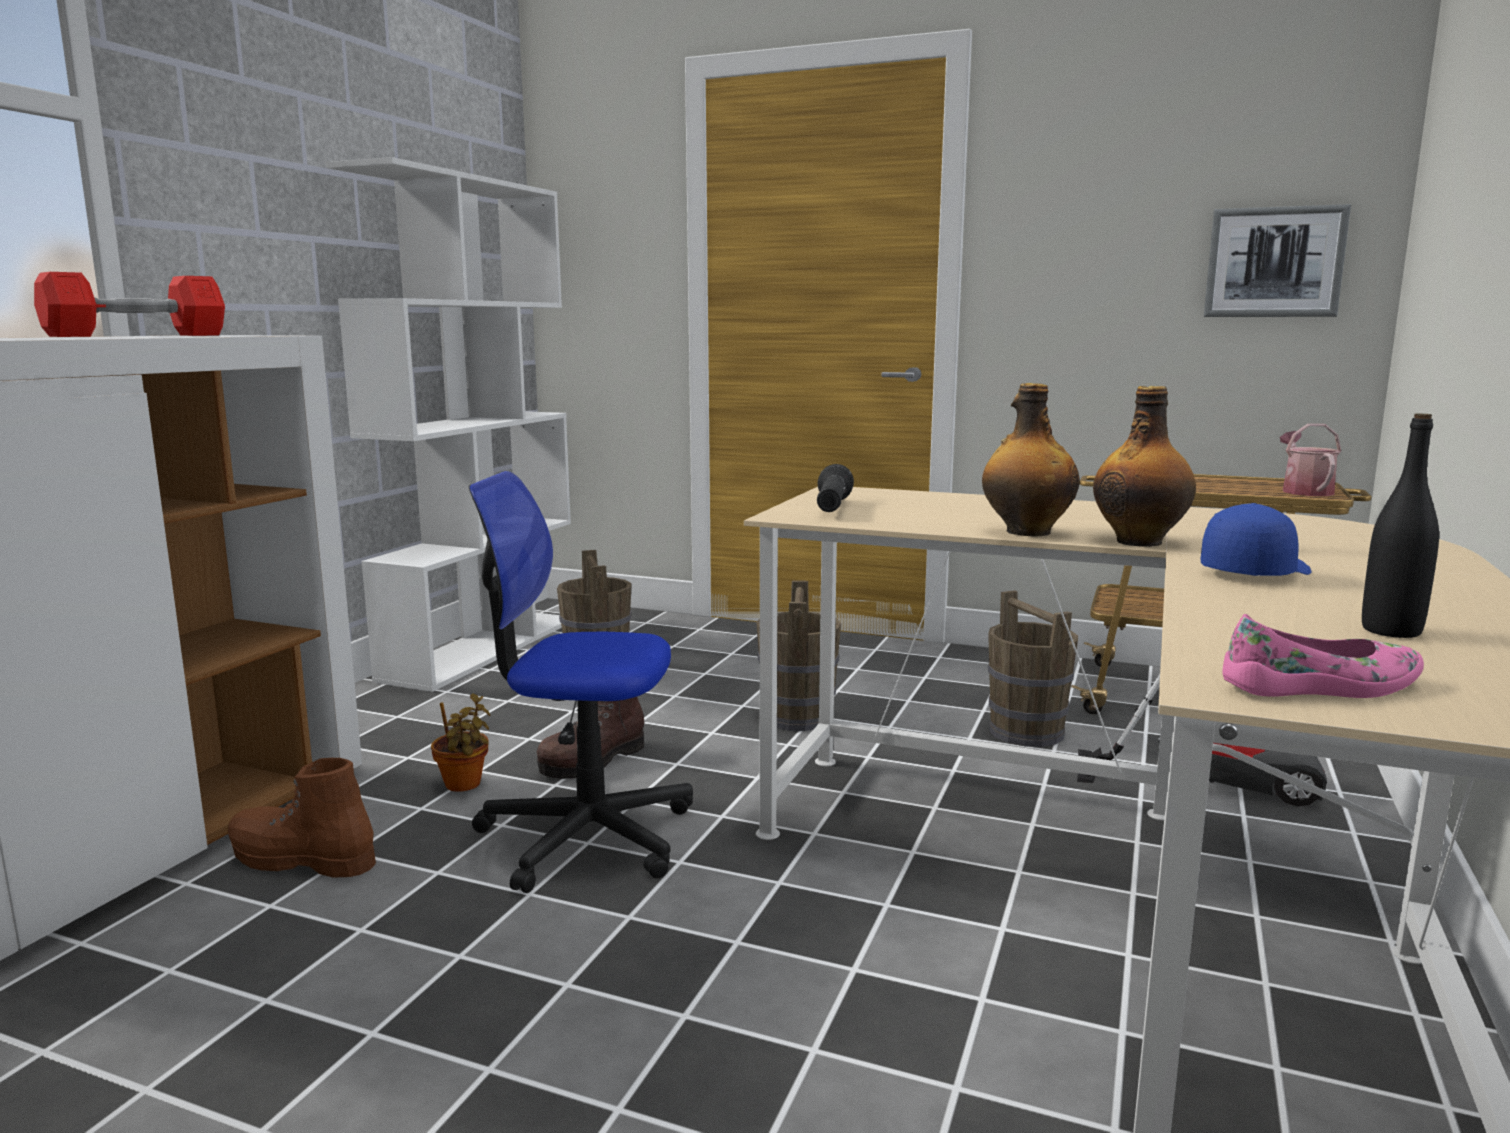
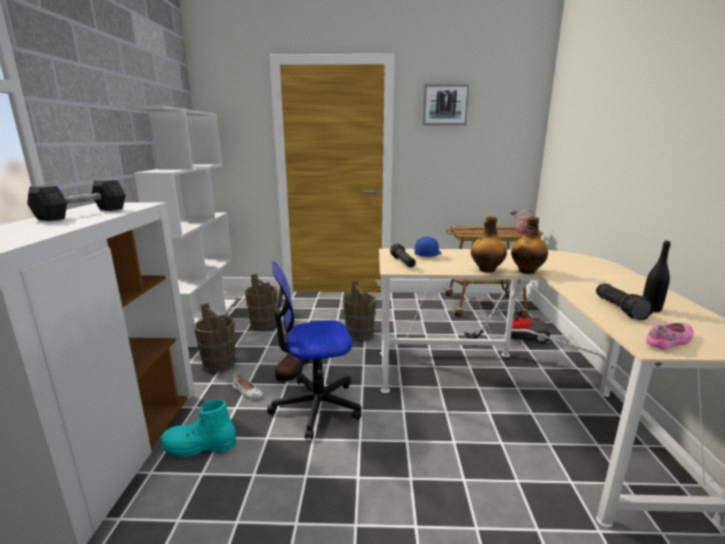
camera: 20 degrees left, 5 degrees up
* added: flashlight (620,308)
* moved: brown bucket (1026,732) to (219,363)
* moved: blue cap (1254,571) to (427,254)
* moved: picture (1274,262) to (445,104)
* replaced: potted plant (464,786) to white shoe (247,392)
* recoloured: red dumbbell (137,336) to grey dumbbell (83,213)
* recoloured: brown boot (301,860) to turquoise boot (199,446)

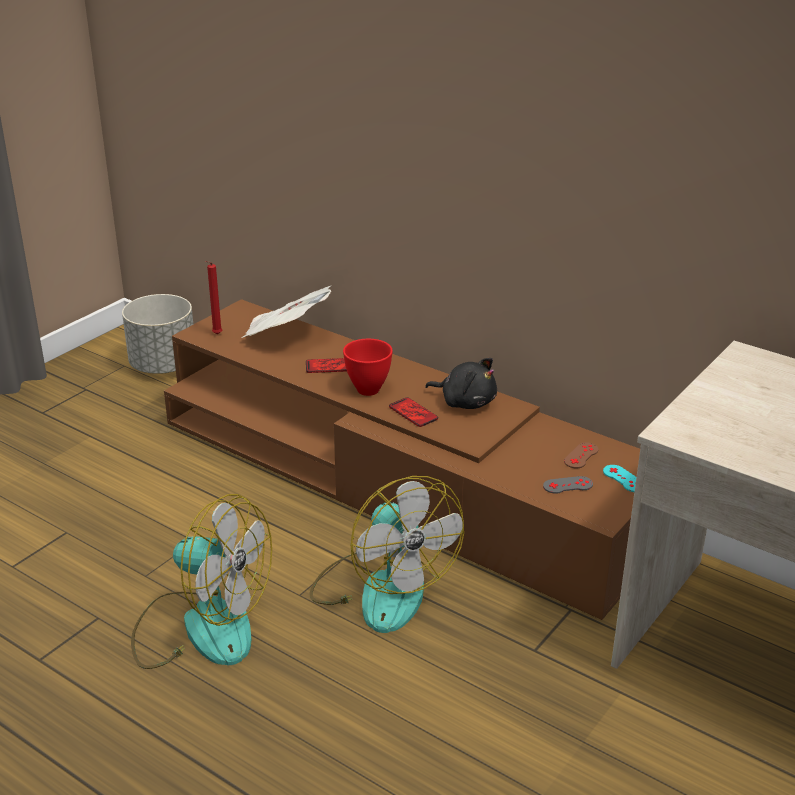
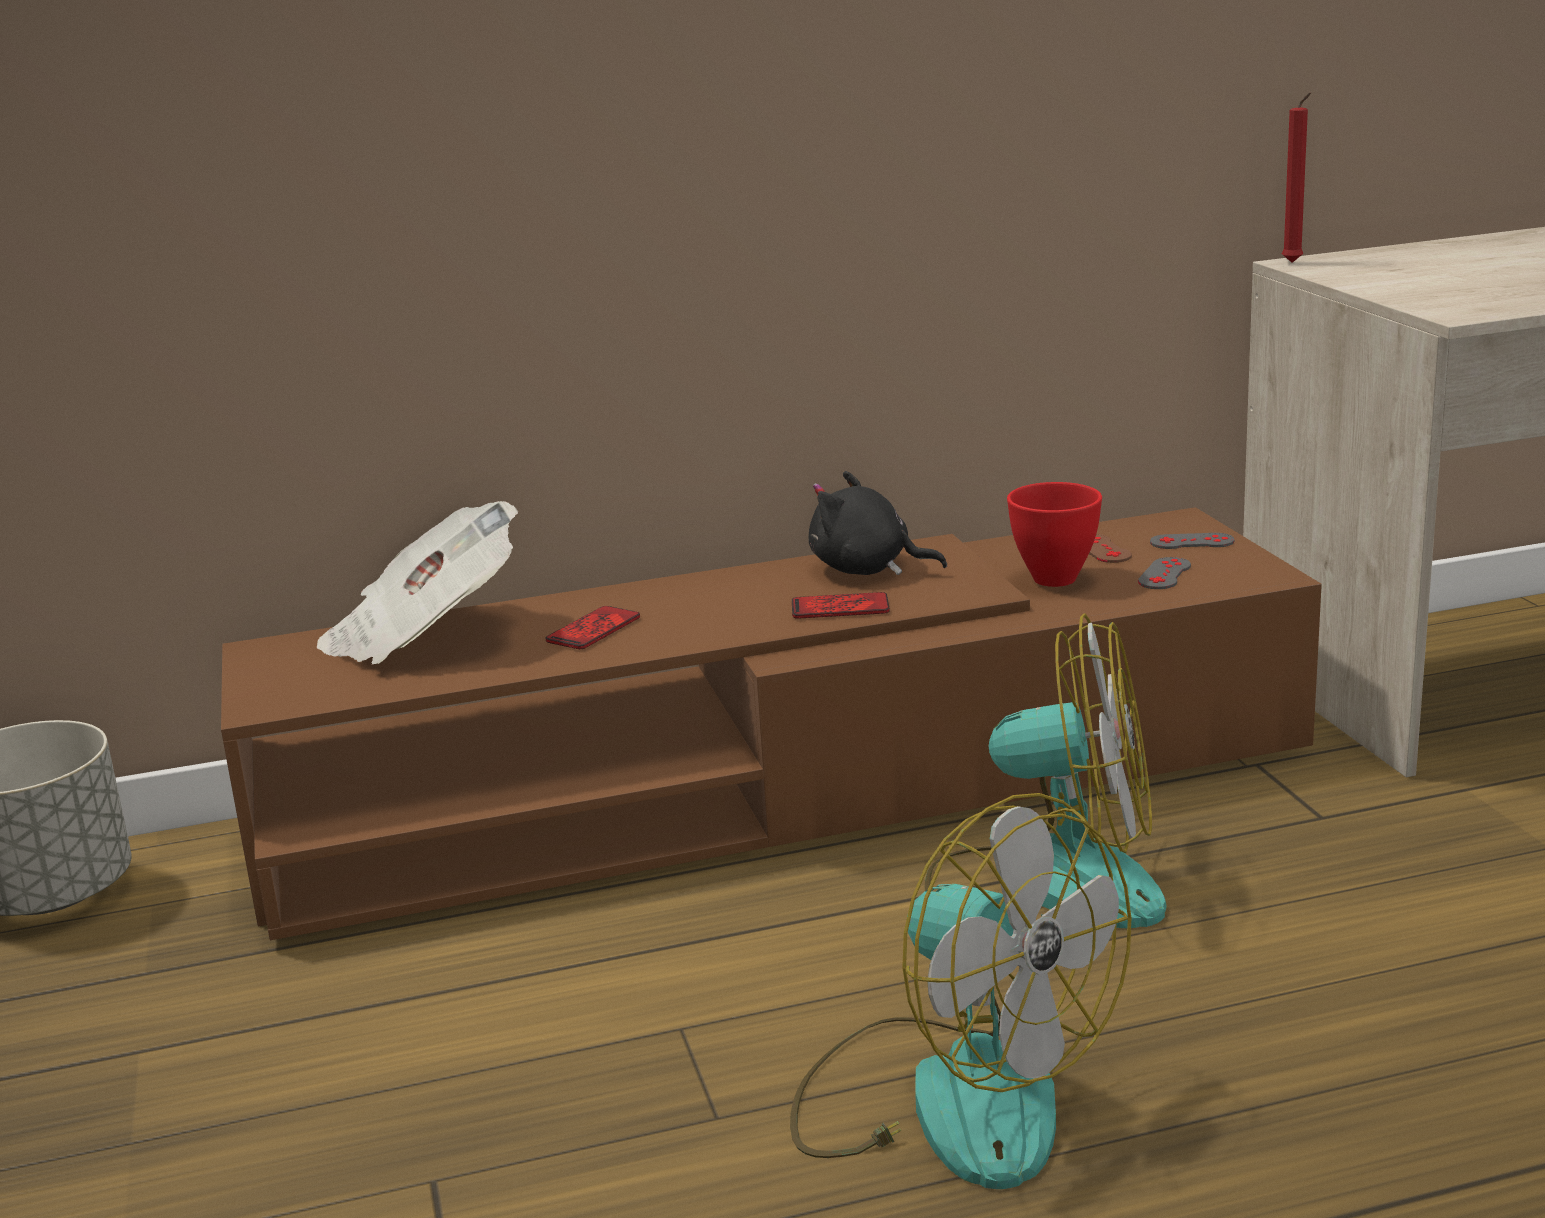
camera: 50 degrees left, 10 degrees down
* moved: red candle (216,335) to (1294,263)
* moved: red bowl (369,390) to (1057,579)
* recoloured: turquoise game controller (624,479) to grey game controller (1192,542)
* turned: fan (201,626) = (950,1096) 75 degrees clockwise
* turned: black plush toy (465,402) = (867,569) 135 degrees counterclockwise

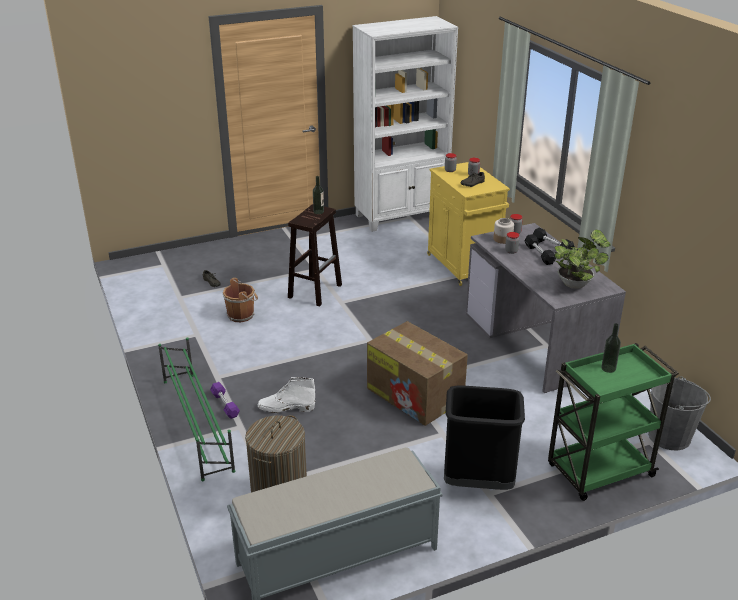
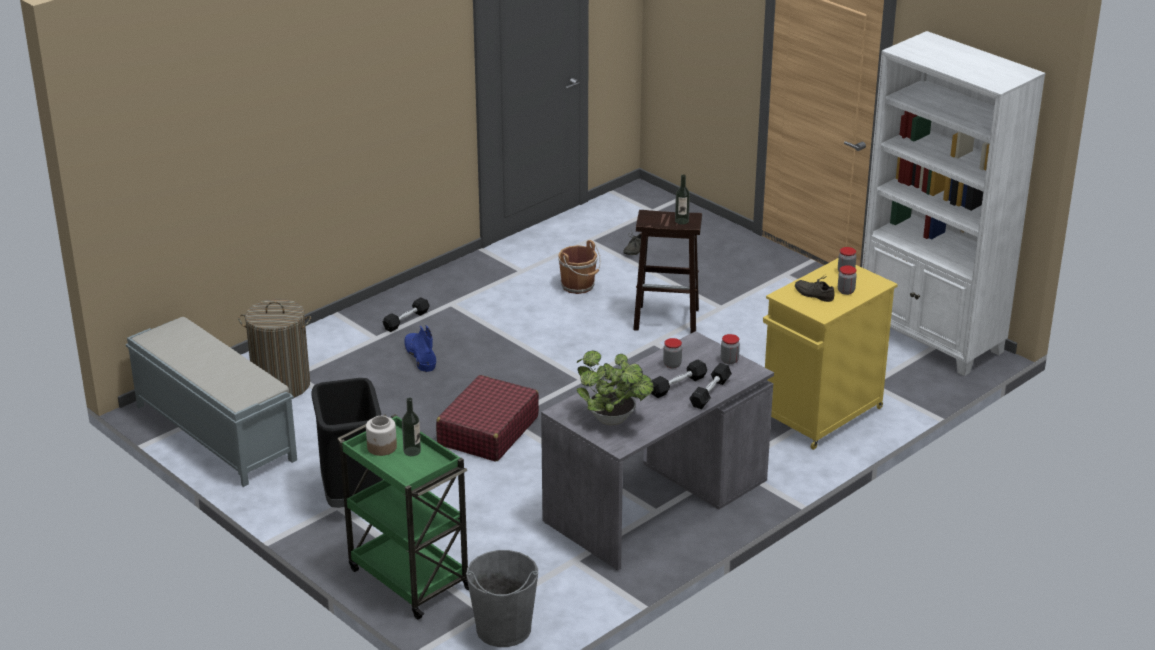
camera: 70 degrees right, 0 degrees up
* removed: green shoe rack (197,423)
* moved: jar (503,239) to (382,447)
* replaced: cardboard box (416,395) to red suitcase (487,431)
* recoloured: purple dumbbell (225,405) to black dumbbell (406,320)
* recoloured: white boot (286,408) to blue boot (420,355)

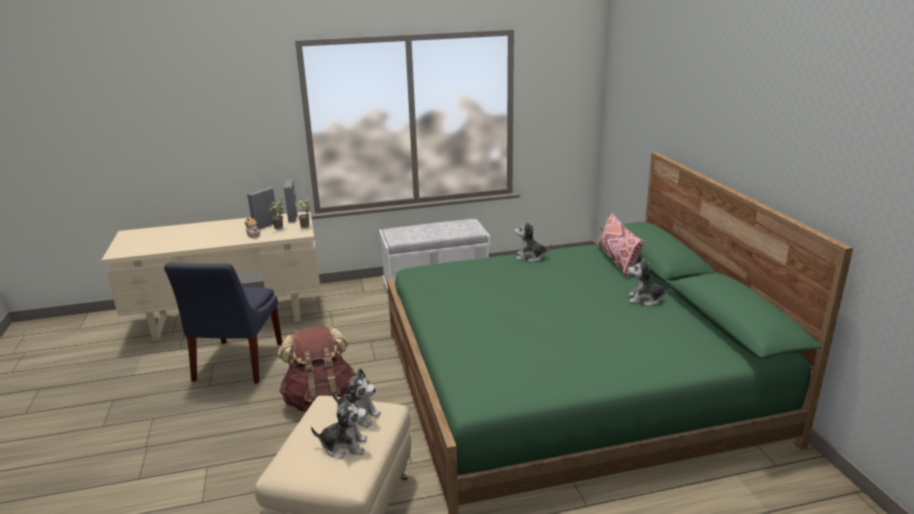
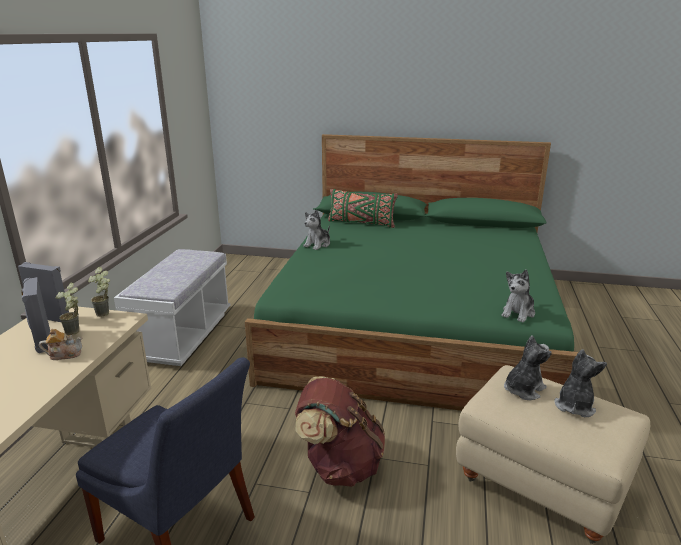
camera: 65 degrees left, 0 degrees up
* moved: plush toy (645,299) to (518,313)
* recoloured: pink pillow (617,260) to green pillow (361,223)

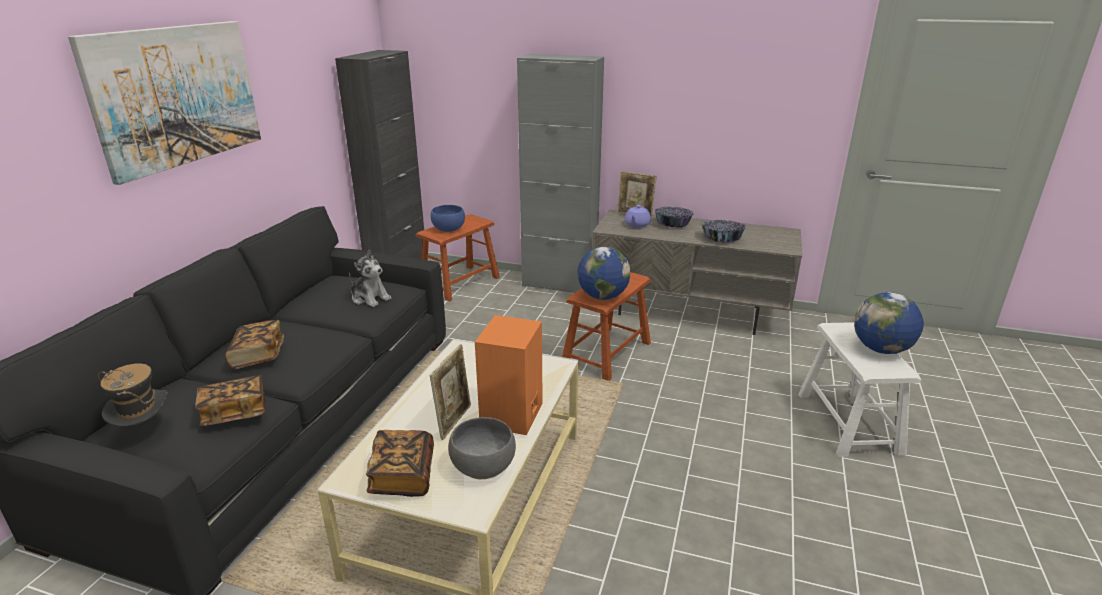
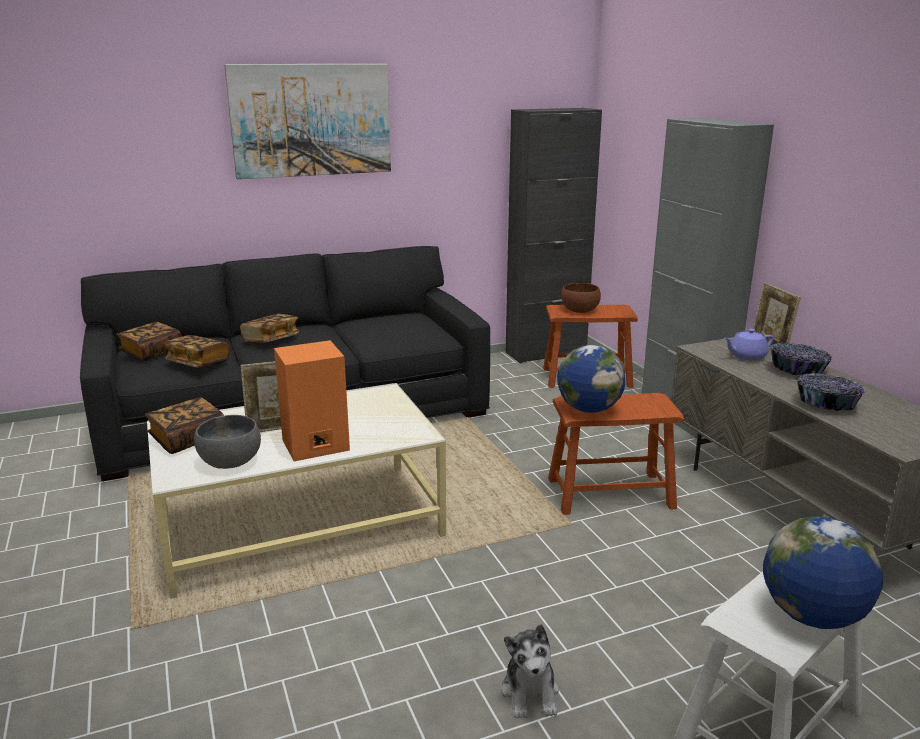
camera: 50 degrees right, 5 degrees down
* moved: plush toy (370,298) to (530,693)
* replaced: hat (145,432) to book (151,353)
* recoloured: blue bowl (448,229) to brown bowl (580,310)

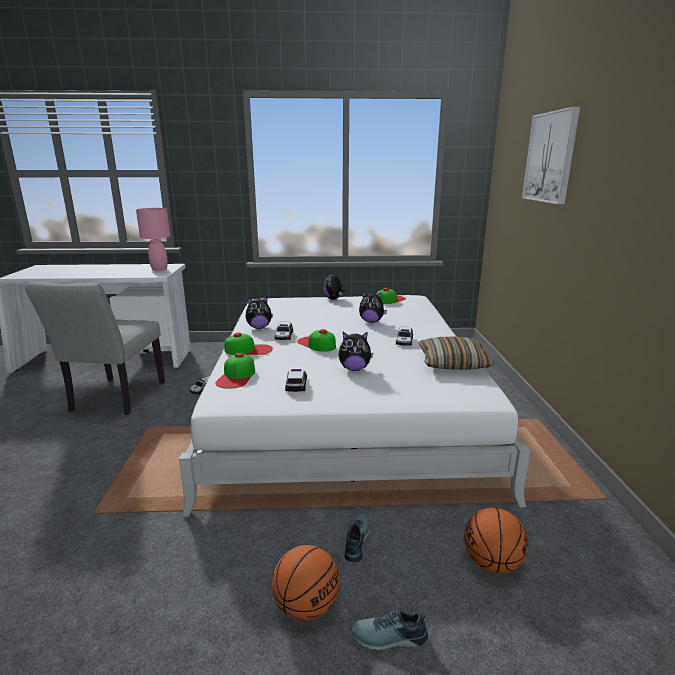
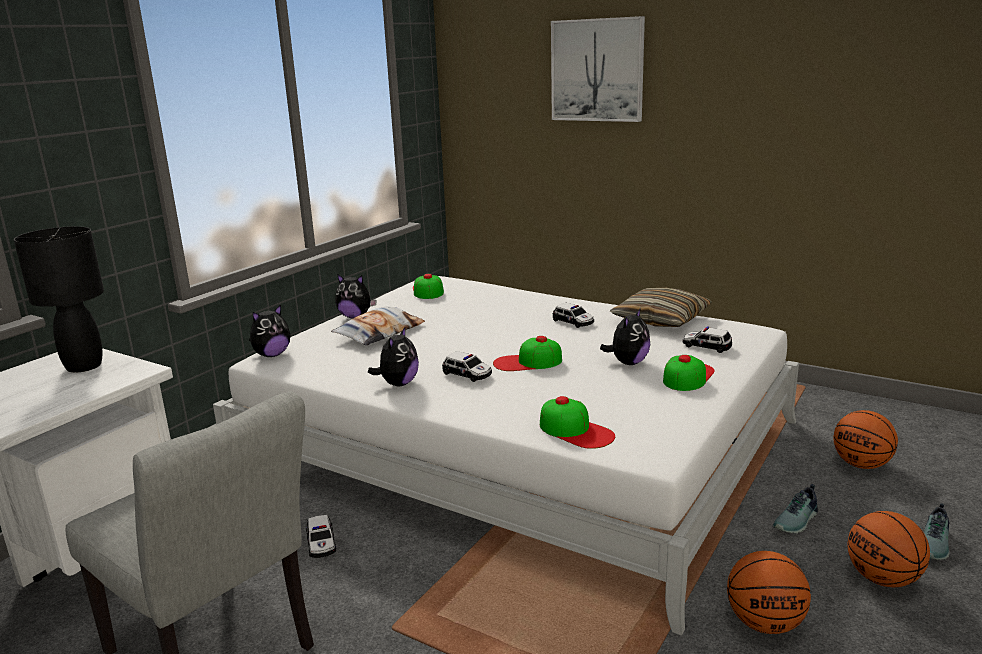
camera: 55 degrees left, 0 degrees up
* added: pillow (379,333)
* added: basketball (764,623)
* moved: cap (248,349) to (687,376)
* moved: toy car (296,384) to (706,346)
* moved: plush toy (371,321) to (271,355)
* recoloured: pink table lamp (159,269) to black table lamp (84,366)
* turned: shoe (355,540) = (797,521) 90 degrees counterclockwise

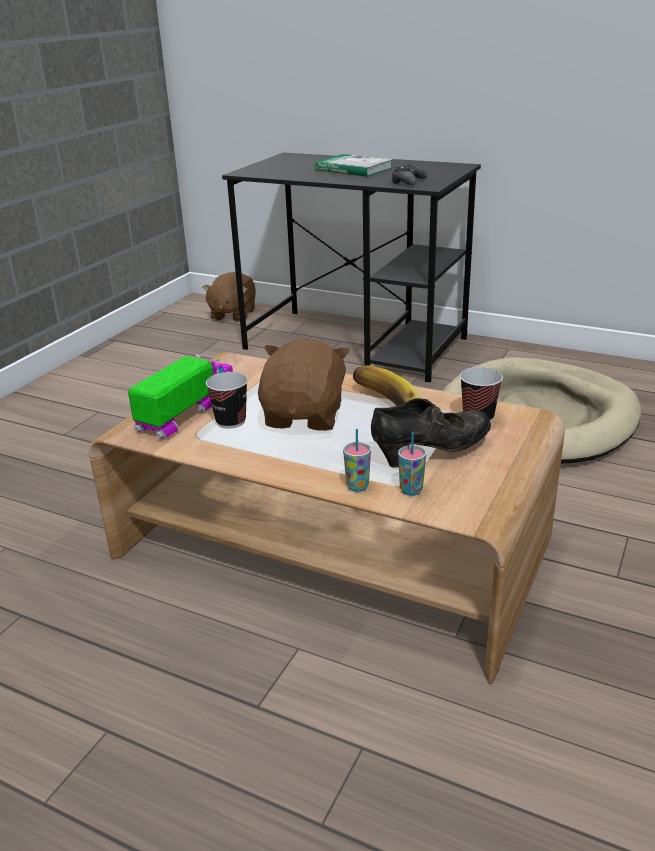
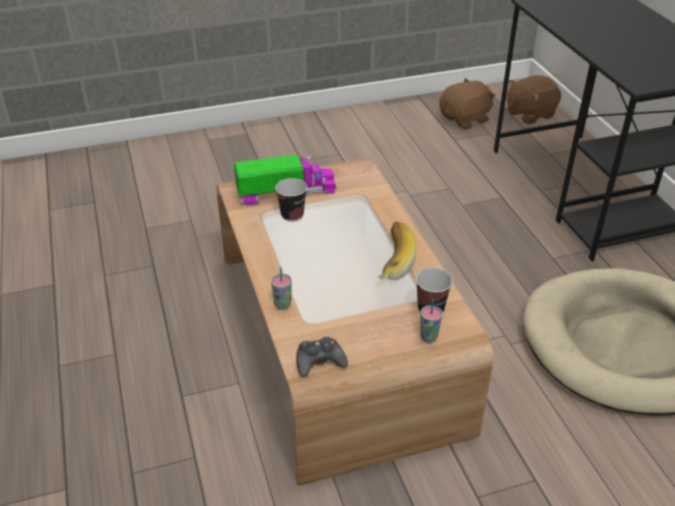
camera: 45 degrees right, 10 degrees up
* removed: book (354,169)
* removed: black shoe (431,453)
* moved: brown plush toy (305,416) to (465,119)
* moved: black game controller (408,182) to (319,362)
* moved: cup (411,490) to (428,337)

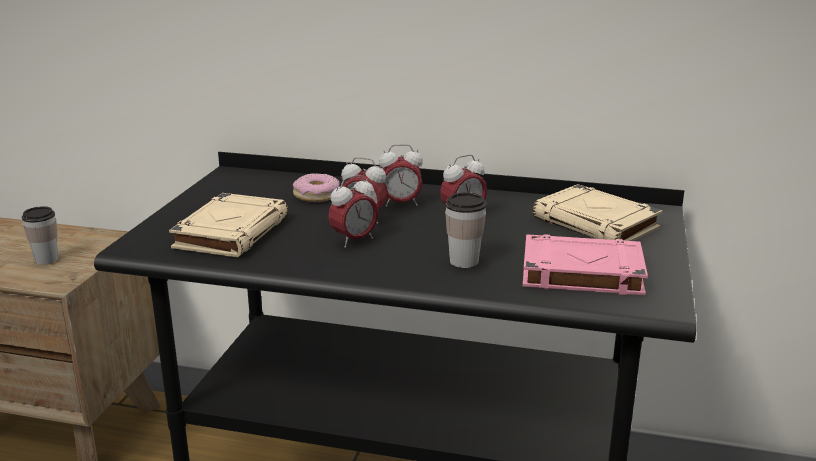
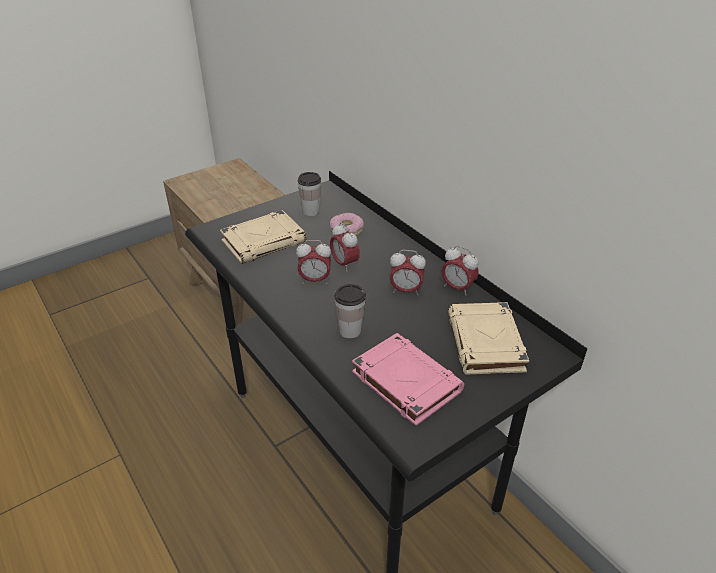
camera: 40 degrees right, 15 degrees up
* moved: cup (46,259) to (311,211)
* moved: alarm clock (401,203) to (457,288)

